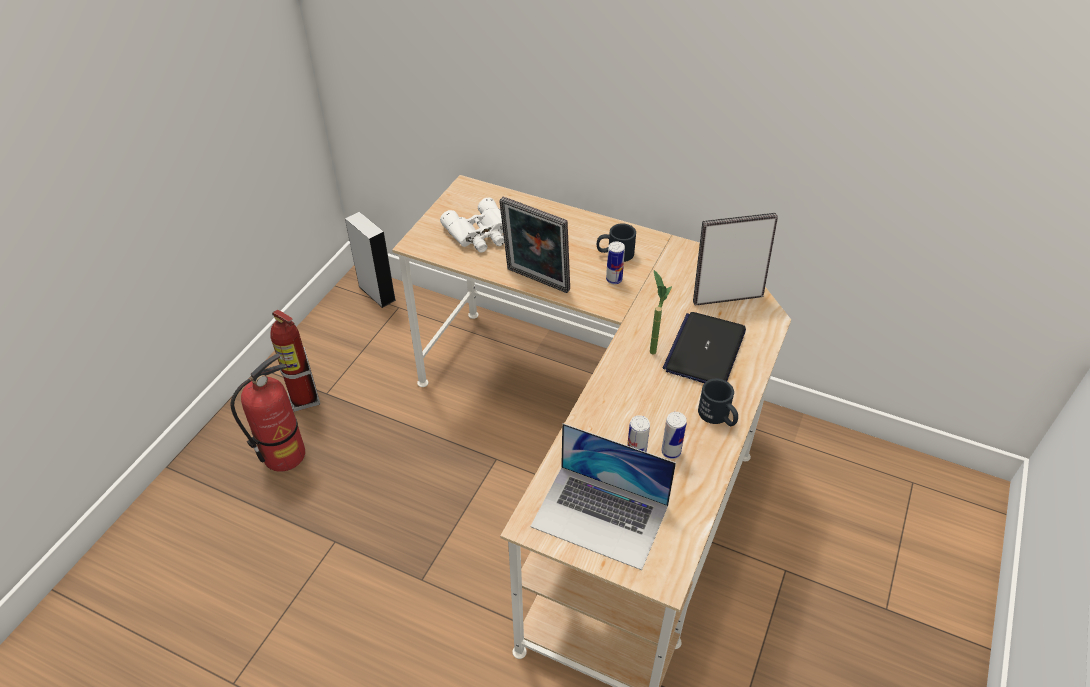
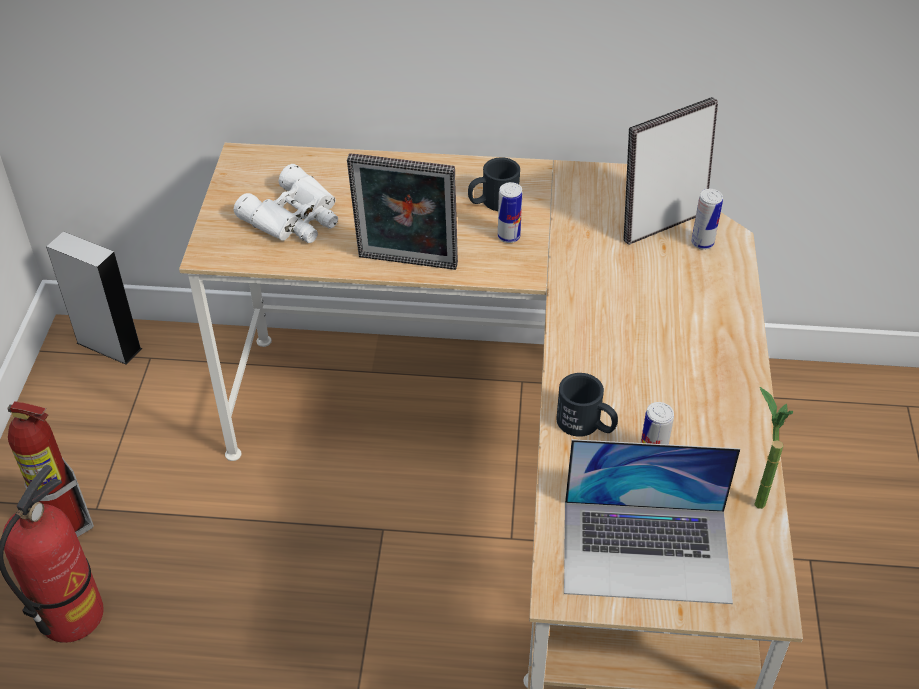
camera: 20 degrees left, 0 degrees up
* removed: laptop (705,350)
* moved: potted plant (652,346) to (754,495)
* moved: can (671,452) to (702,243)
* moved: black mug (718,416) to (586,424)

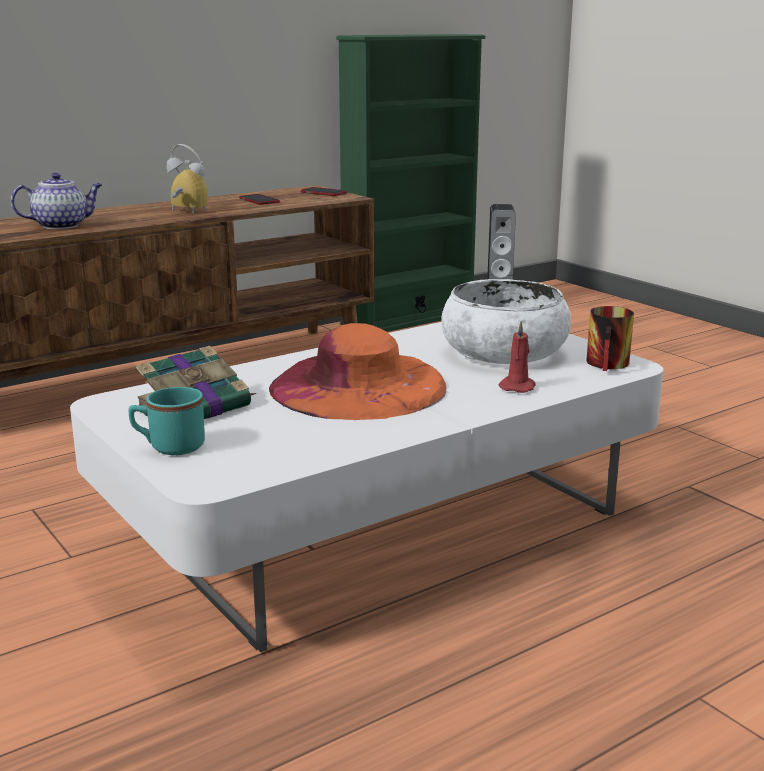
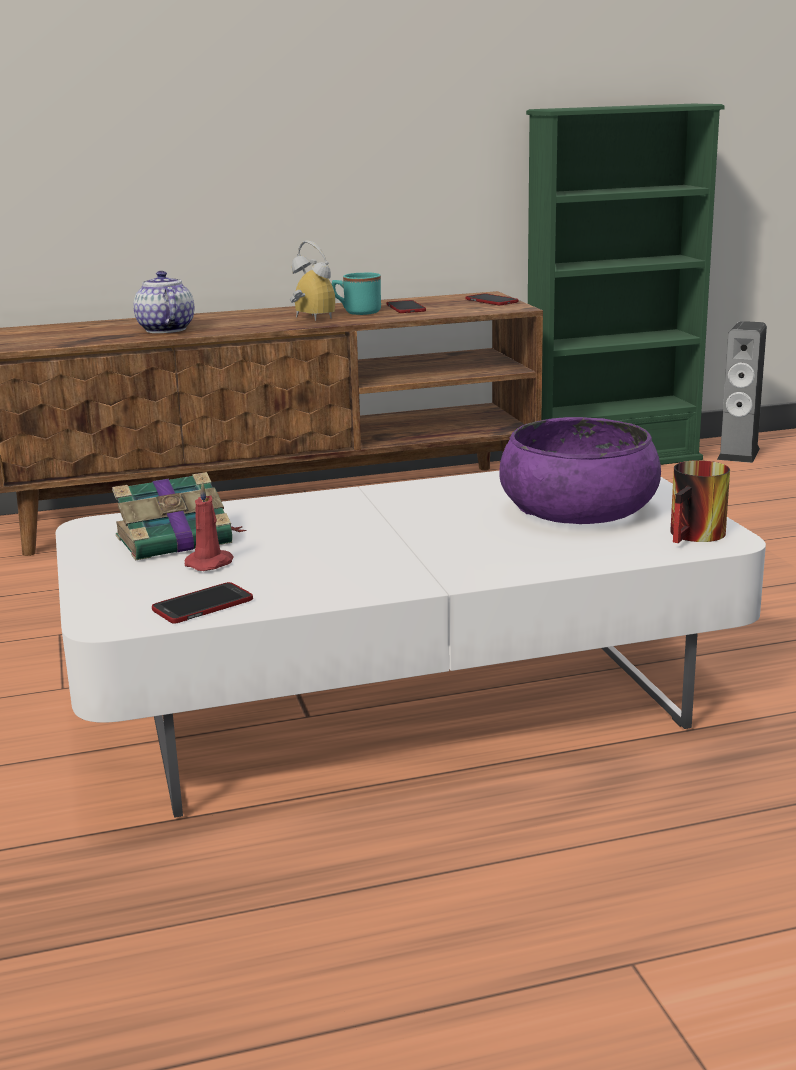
camera: 20 degrees right, 0 degrees up
* removed: orange hat (358,386)
* added: phone (203,605)
* moved: turquoise mug (169,447) to (357,312)
* moved: red candle (518,387) to (211,563)
* recoloured: white bowl (504,352) to purple bowl (578,509)
* turned: teapot (62,225) = (165,329) 105 degrees counterclockwise

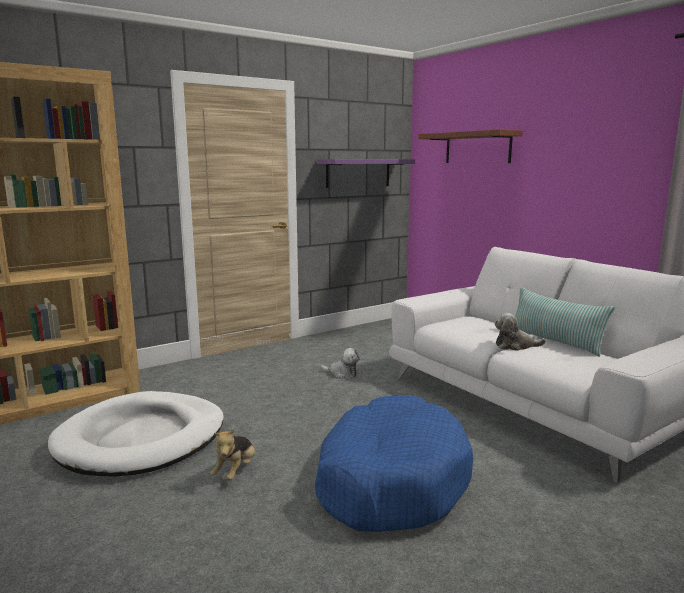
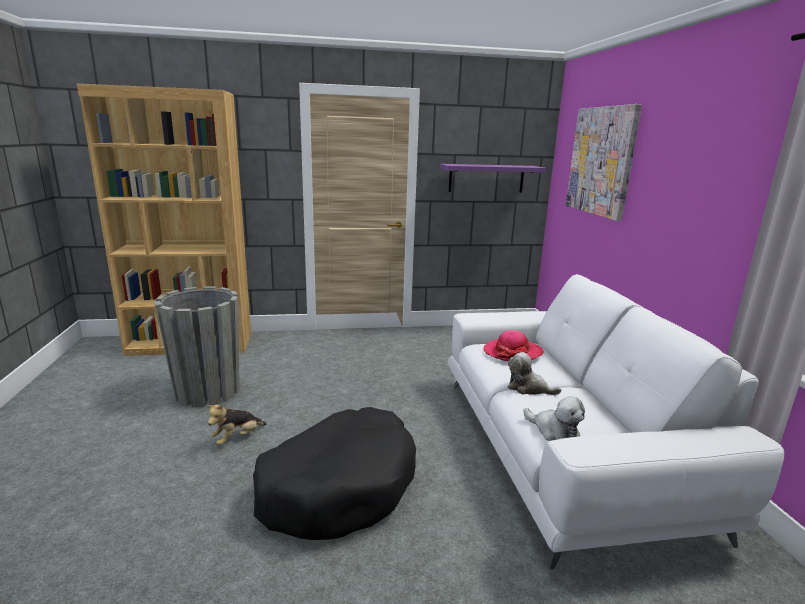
camera: 25 degrees right, 5 degrees up
* removed: pillow (555,341)
* added: hat (512,352)
* moved: plush toy (342,373) to (554,431)
* replaced: white dog bed (142,439) to grey planter (207,391)
* replaced: brown shelf (477,148) to picture (601,161)
* recoloured: blue dog bed (390,480) to black dog bed (338,486)

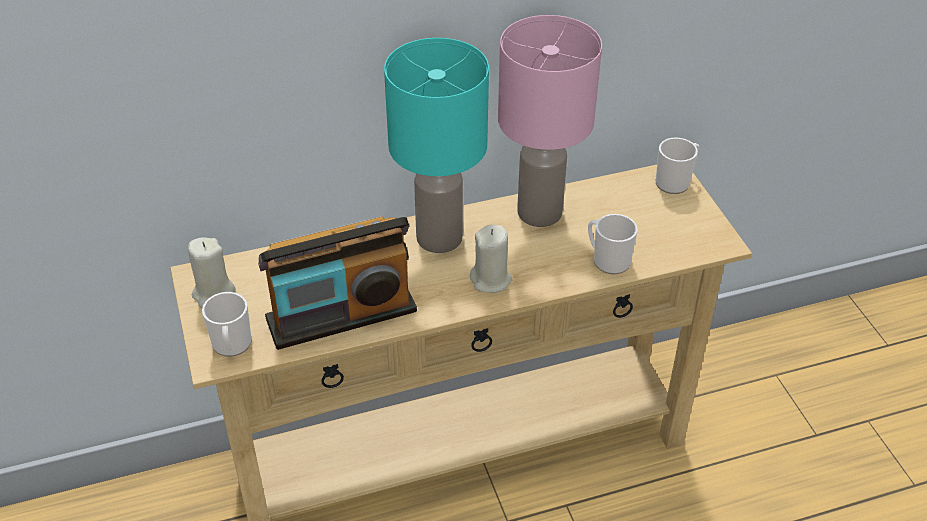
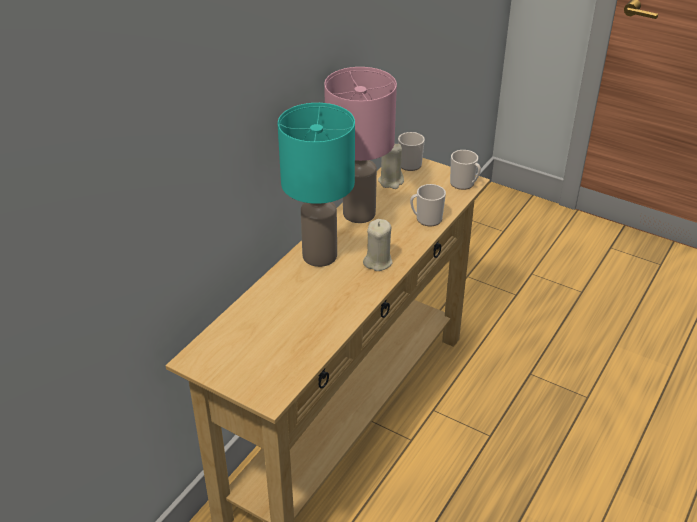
camera: 40 degrees left, 5 degrees down
* removed: radio (341,315)
* moved: beige candle (213,293) to (391,181)
* moved: mug (232,346) to (464,184)

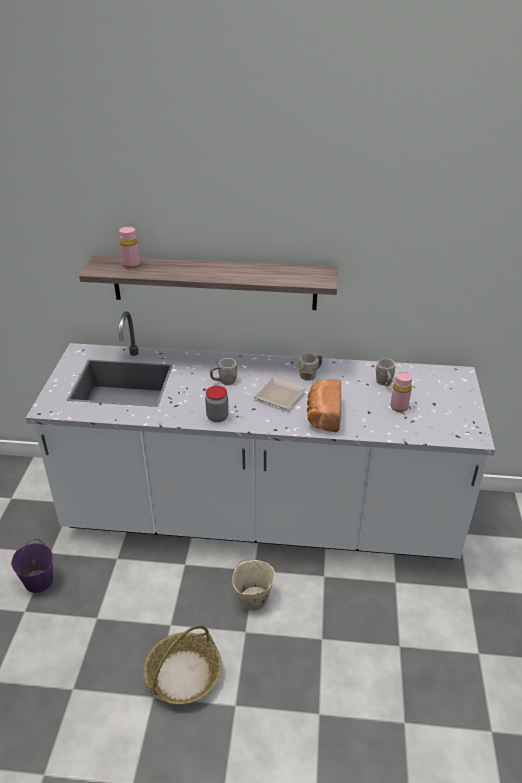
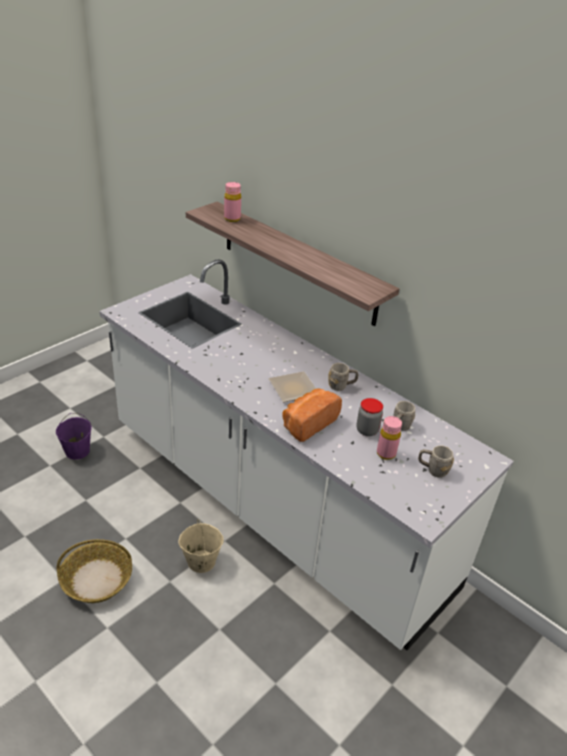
camera: 35 degrees right, 0 degrees up
* moved: jar (217,417) to (367,430)
* moved: grey mug (224,381) to (432,470)

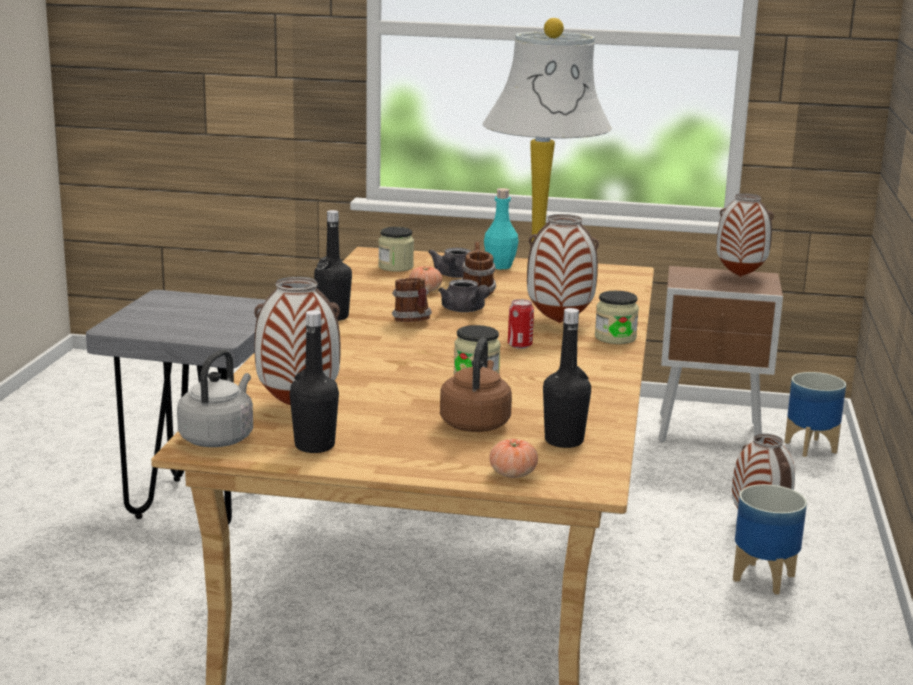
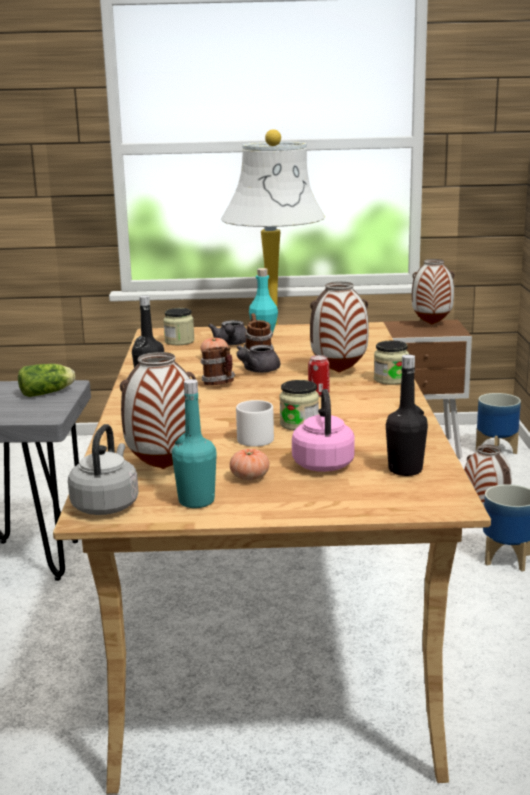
camera: 10 degrees left, 0 degrees up
* added: lettuce (48,393)
* added: white mug (257,437)
* moved: tomato (513,474) to (249,477)
* recoloured: black bottle (314,446) to turquoise bottle (196,501)
* recoloured: brown kettle (476,423) to pink kettle (323,463)
* turned: grey teapot (465,310) = (257,370) 75 degrees clockwise

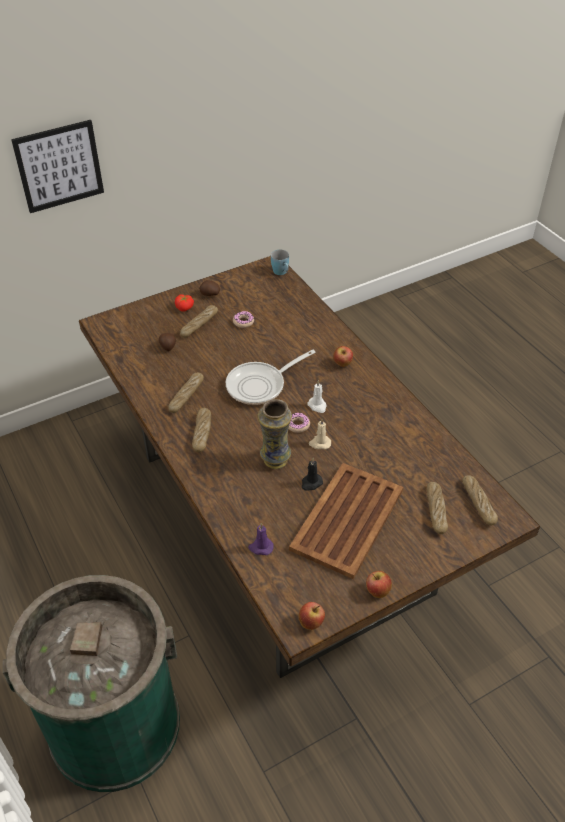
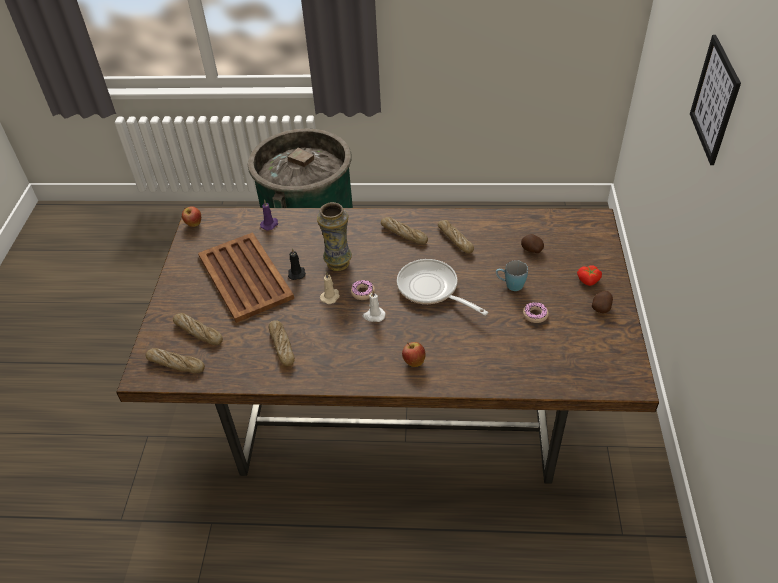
camera: 125 degrees right, 0 degrees up
* removed: apple (377,591)
* moved: bread (199,325) to (282,346)
* moved: blue mug (281,273) to (510,285)
* turned: frying pan (260,385) = (431,289) 45 degrees counterclockwise

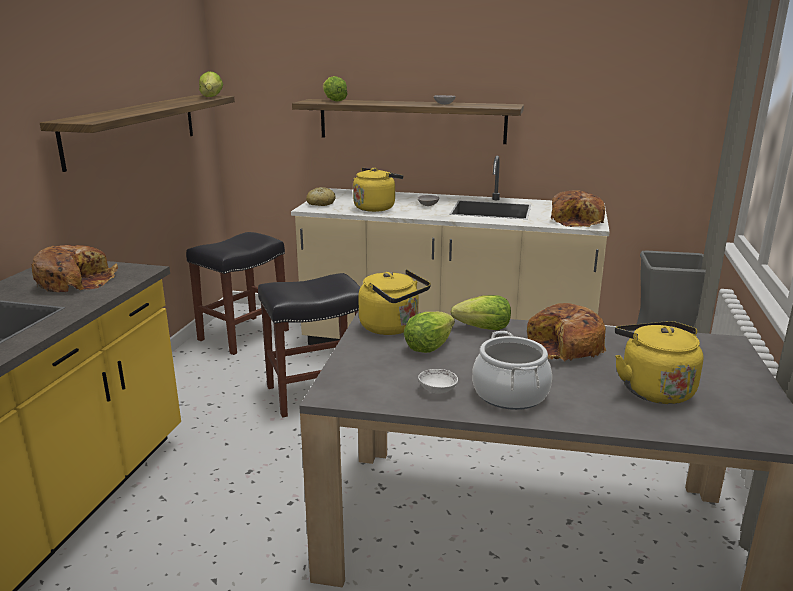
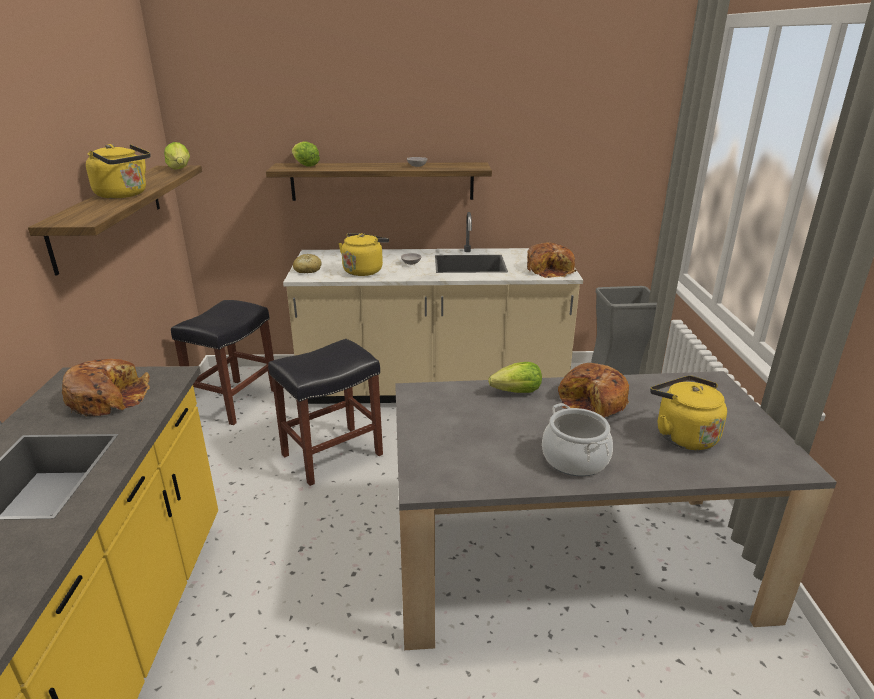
camera: 15 degrees left, 5 degrees up
* removed: lettuce (428,347)
* removed: white bowl (437,390)
* moved: yellow kettle (392,327) to (124,195)

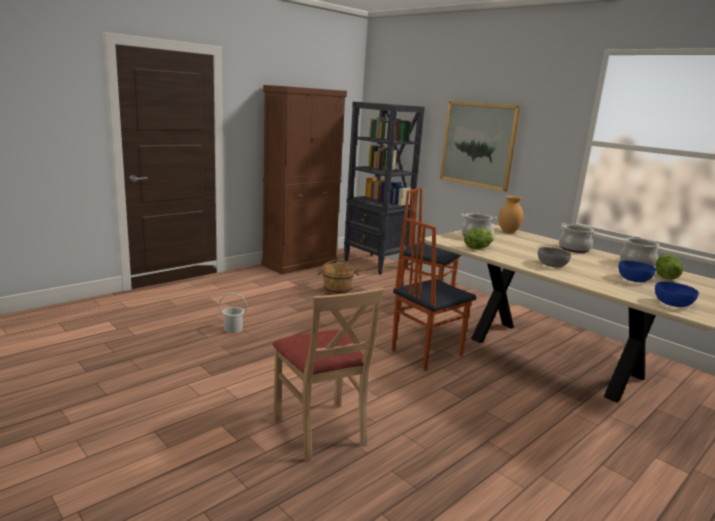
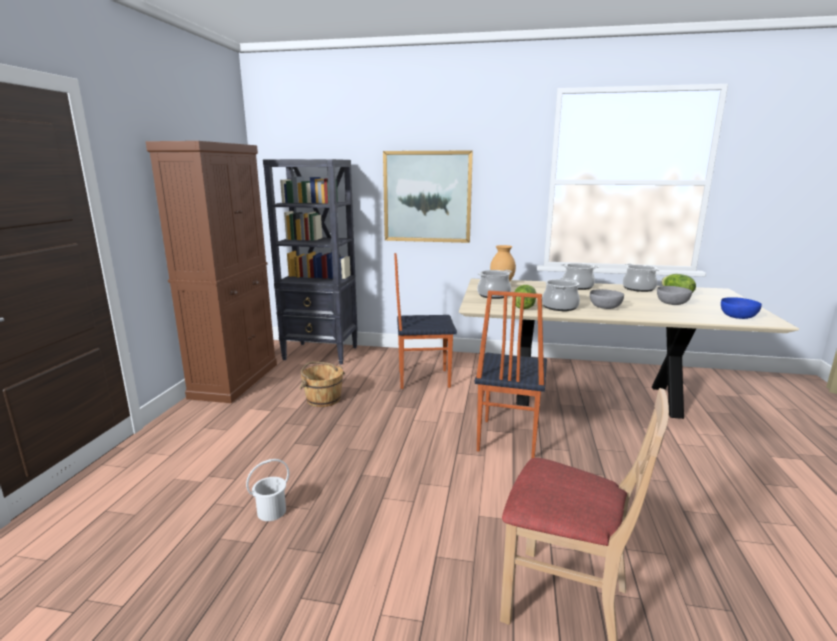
camera: 35 degrees left, 0 degrees up
* added: cooking pot (560,307)
* recoloured: blue bowl (634,280) to grey bowl (672,303)

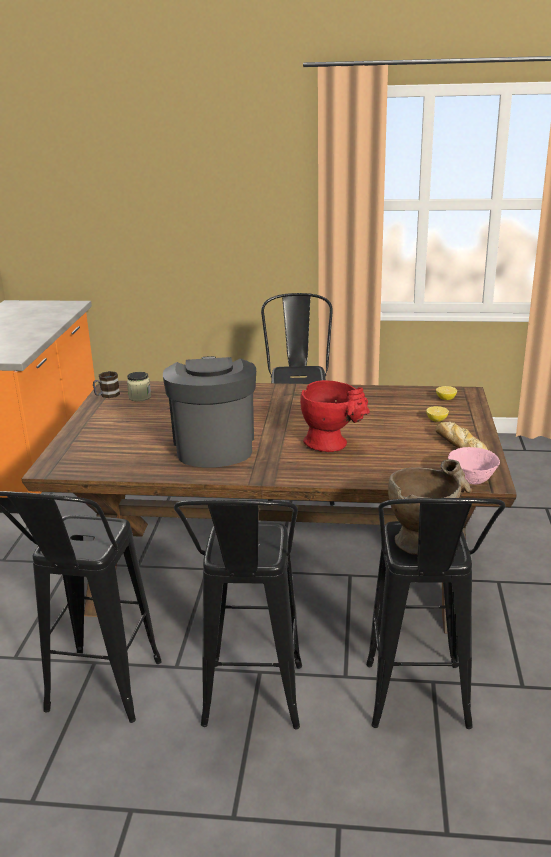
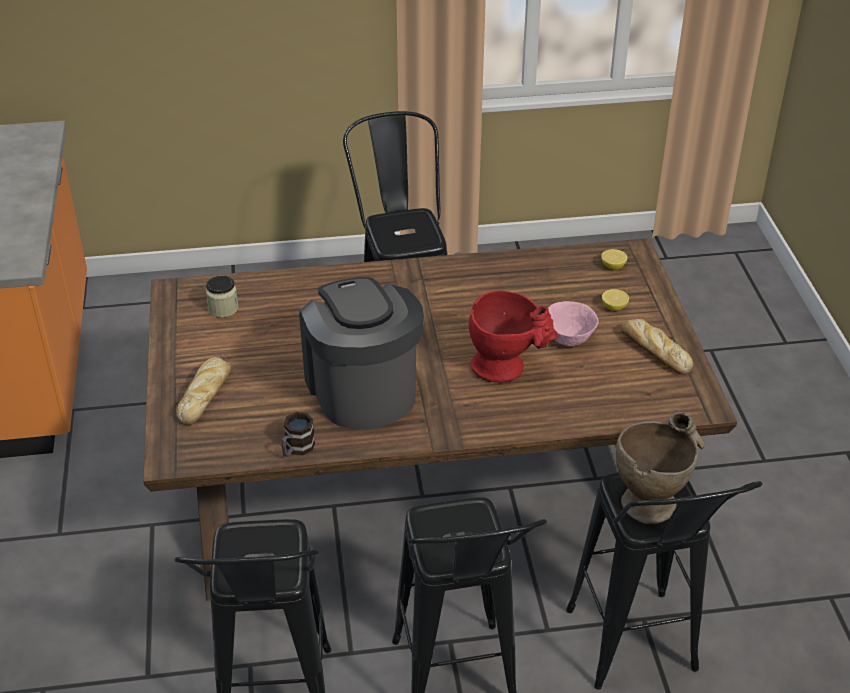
camera: 15 degrees left, 15 degrees up
* added: bread (205,394)
* moved: mug (106,395) to (296,449)
* moved: pink bowl (472,480) to (568,339)

